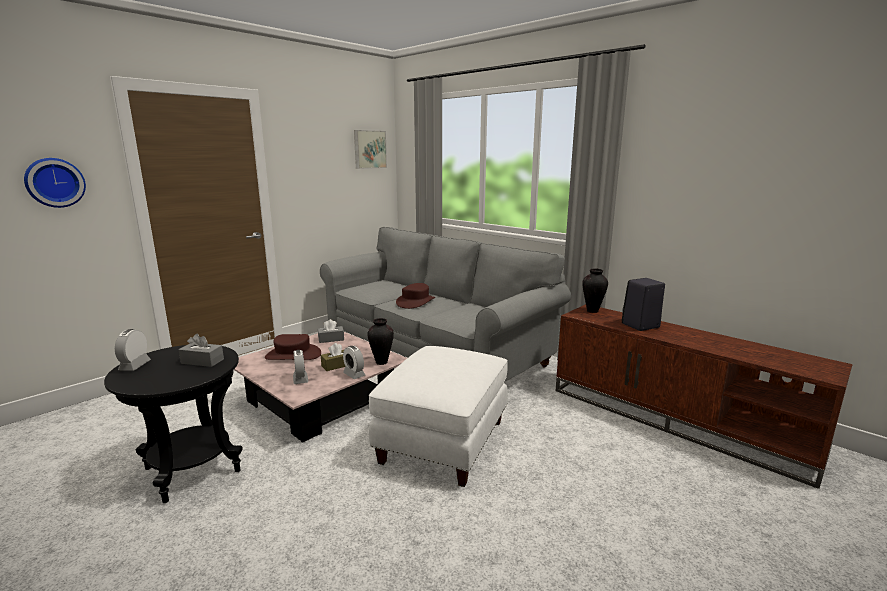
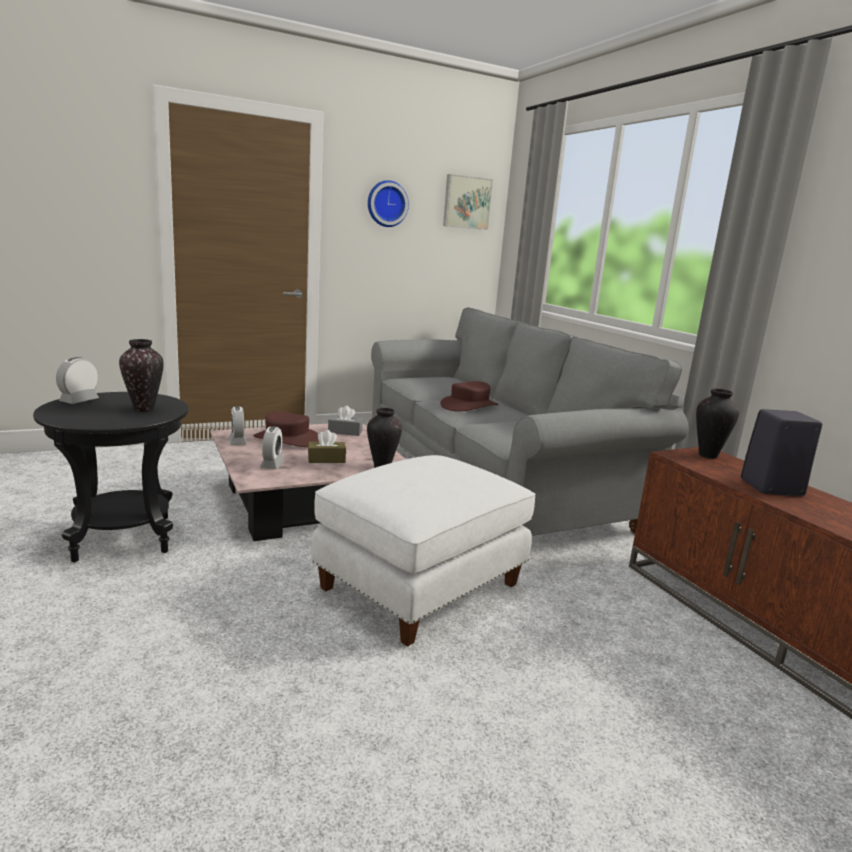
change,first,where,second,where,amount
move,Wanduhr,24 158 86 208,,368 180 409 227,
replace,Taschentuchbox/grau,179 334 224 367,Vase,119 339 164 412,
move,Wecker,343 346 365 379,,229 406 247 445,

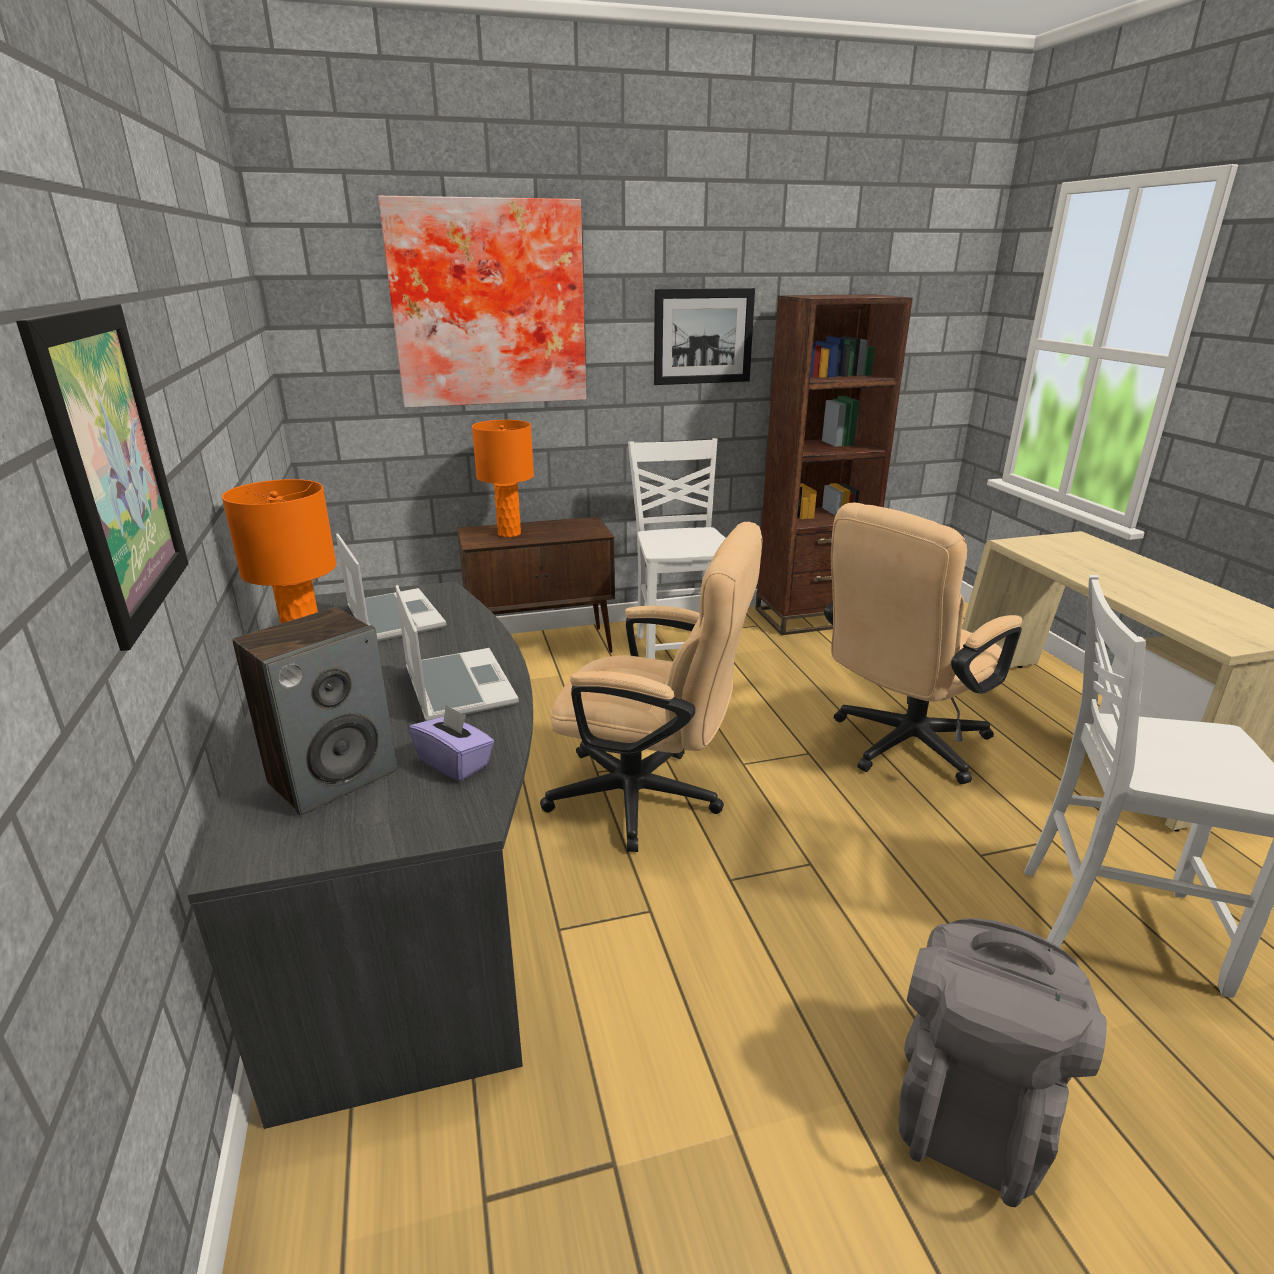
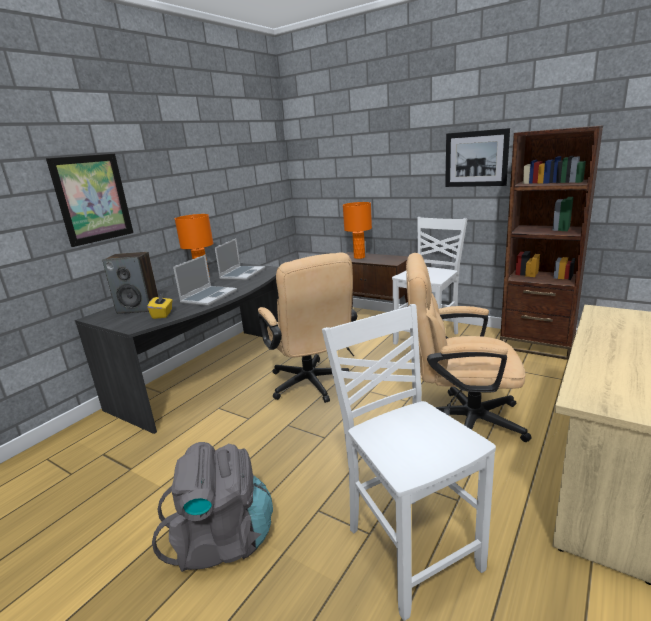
change,first,where,second,where,amount
delete,Bild,378 196 586 408,,,
recolor,Taschentuchbox/lila,409 704 494 781,Taschentuchbox/gelb,147 293 173 319,

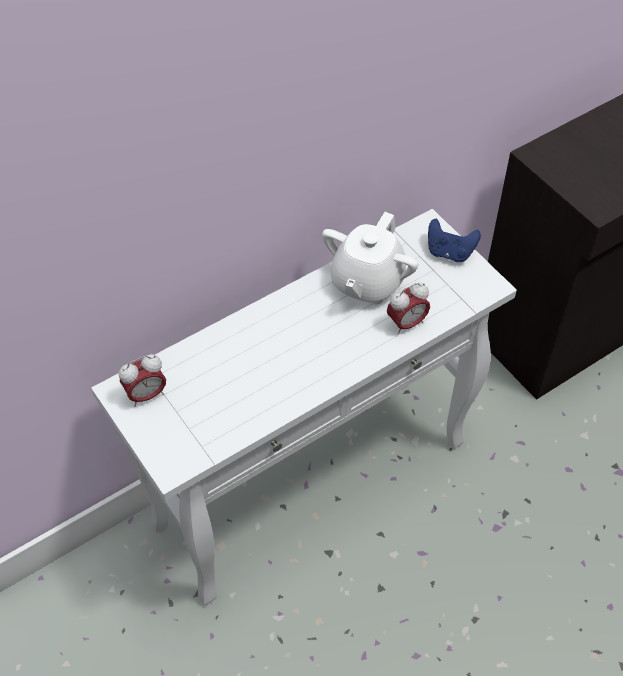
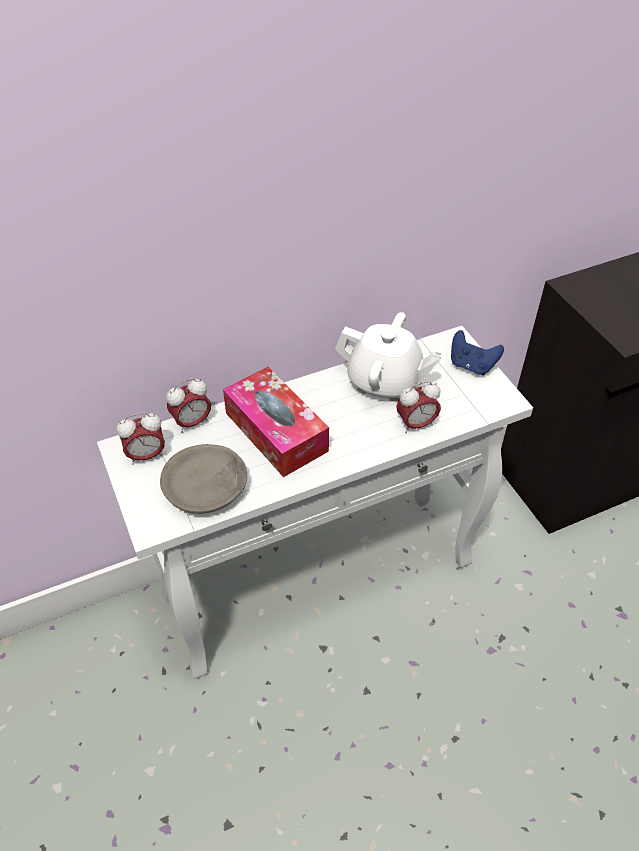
change,first,where,second,where,amount
rotate,Teekanne/weiß,322 212 418 305,,335 312 443 402,105 degrees counterclockwise
insert,,,Taschentuchbox,223 367 329 477,
insert,,,Wecker,166 378 211 433,
insert,,,Schüssel/grau,160 444 247 514,

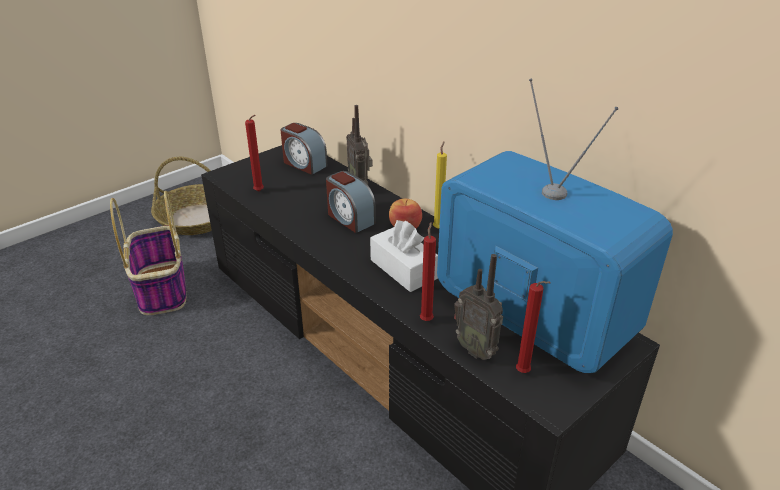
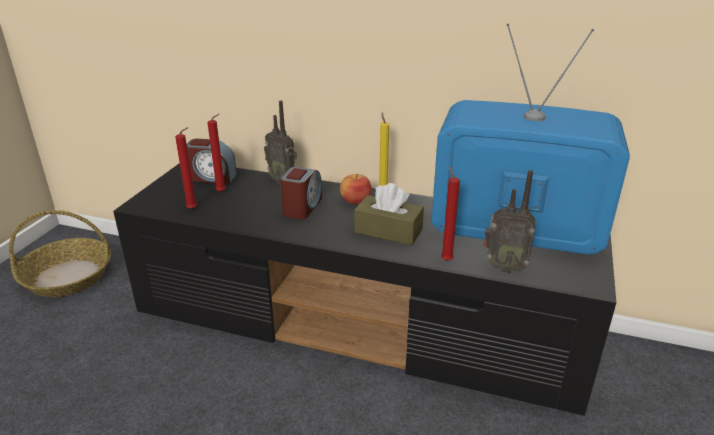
change,first,where,second,where,amount
rotate,Wecker,326 171 376 233,,280 167 322 219,90 degrees counterclockwise
delete,Korb,110 191 186 315,,,
recolor,Taschentuchbox/weiß,370 220 438 292,Taschentuchbox/braun,354 183 424 245,
move,Kerze/rot,516 281 551 373,,207 114 226 192,

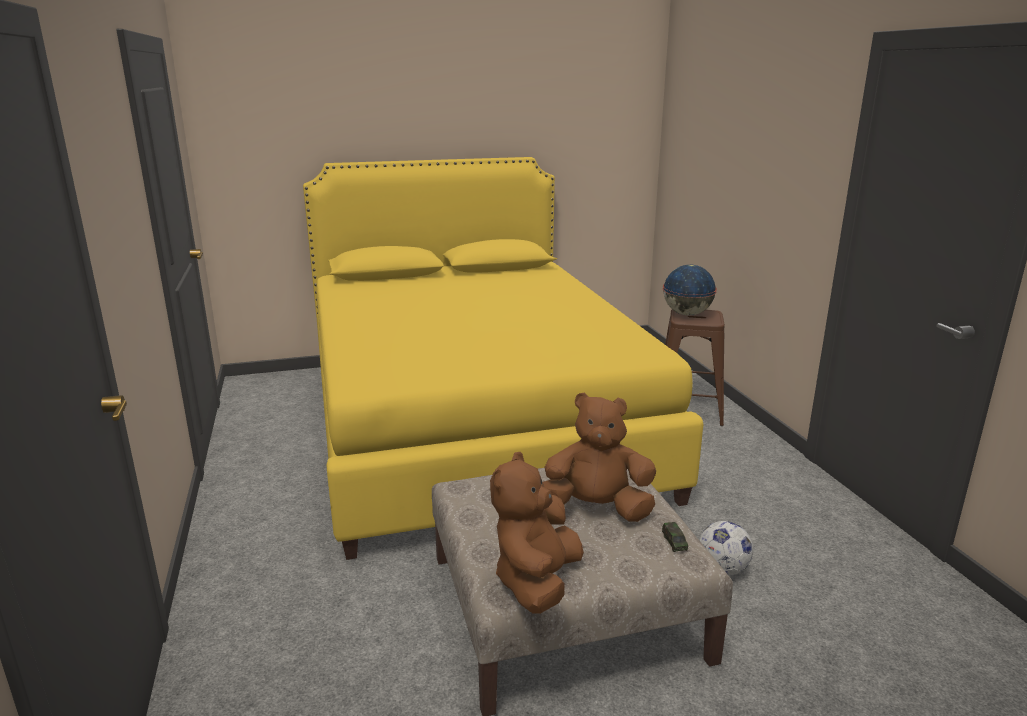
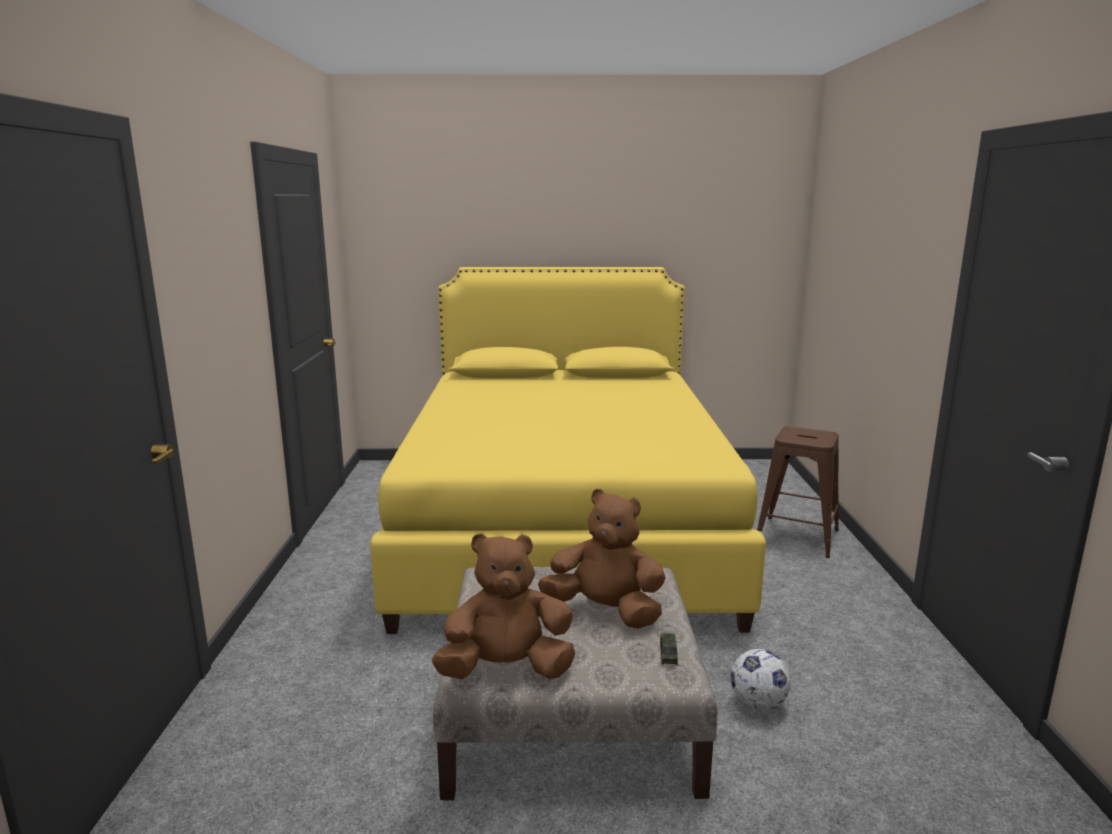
change,first,where,second,where,amount
delete,Globus,663 265 717 315,,,
rotate,Plüschtier/braun,490 452 584 614,,432 533 575 679,45 degrees clockwise

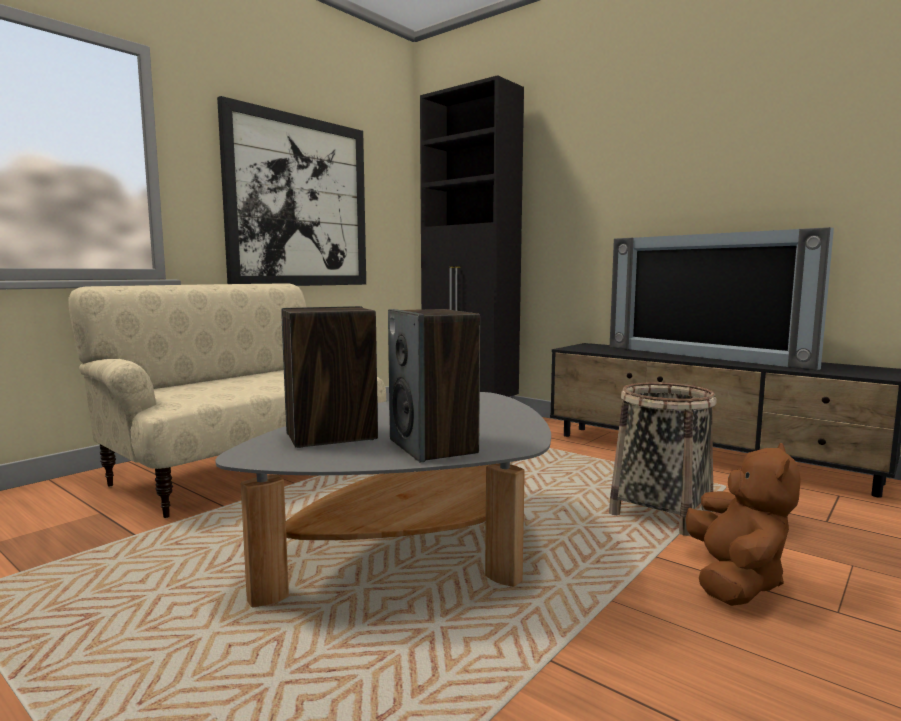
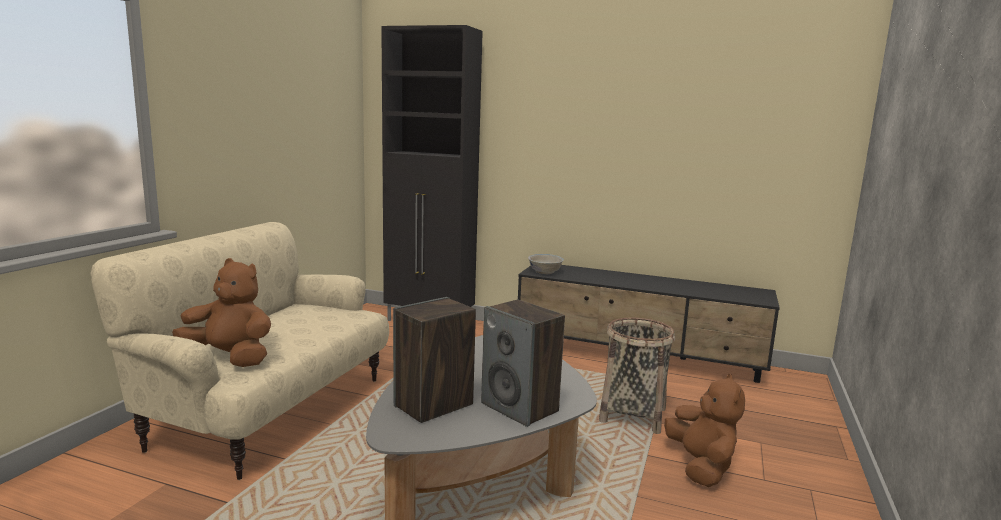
change,first,where,second,where,amount
delete,Bild,217 96 366 286,,,
delete,Fernseher,610 227 834 370,,,
insert,,,Schüssel/weiß,528 254 564 274,
insert,,,Plüschtier/braun,172 258 271 367,

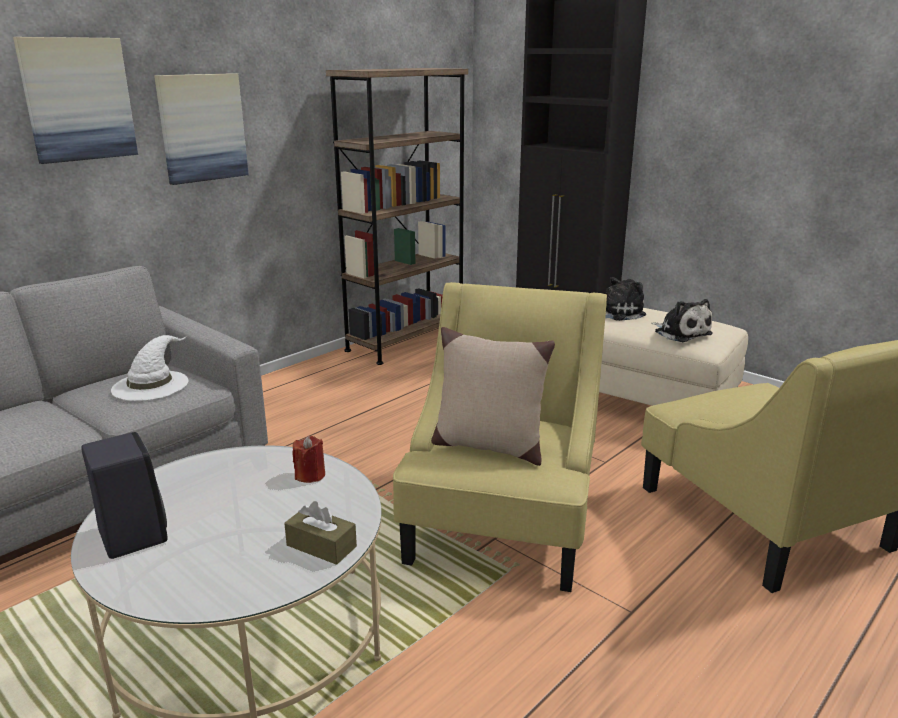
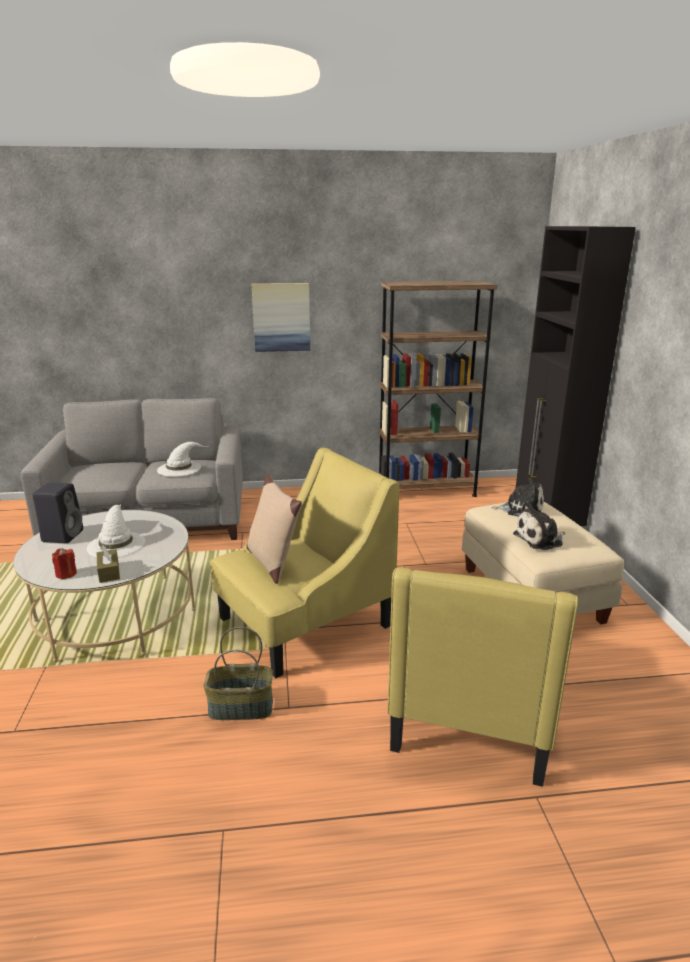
change,first,where,second,where,amount
delete,Bild,13 37 138 164,,,
rotate,Plüschtier,651 299 713 342,,513 502 565 550,60 degrees clockwise
move,Kerze/rot,292 436 325 483,,52 548 77 579,
insert,,,Hut/weiß,87 504 145 557,
insert,,,Korb,204 627 273 720,

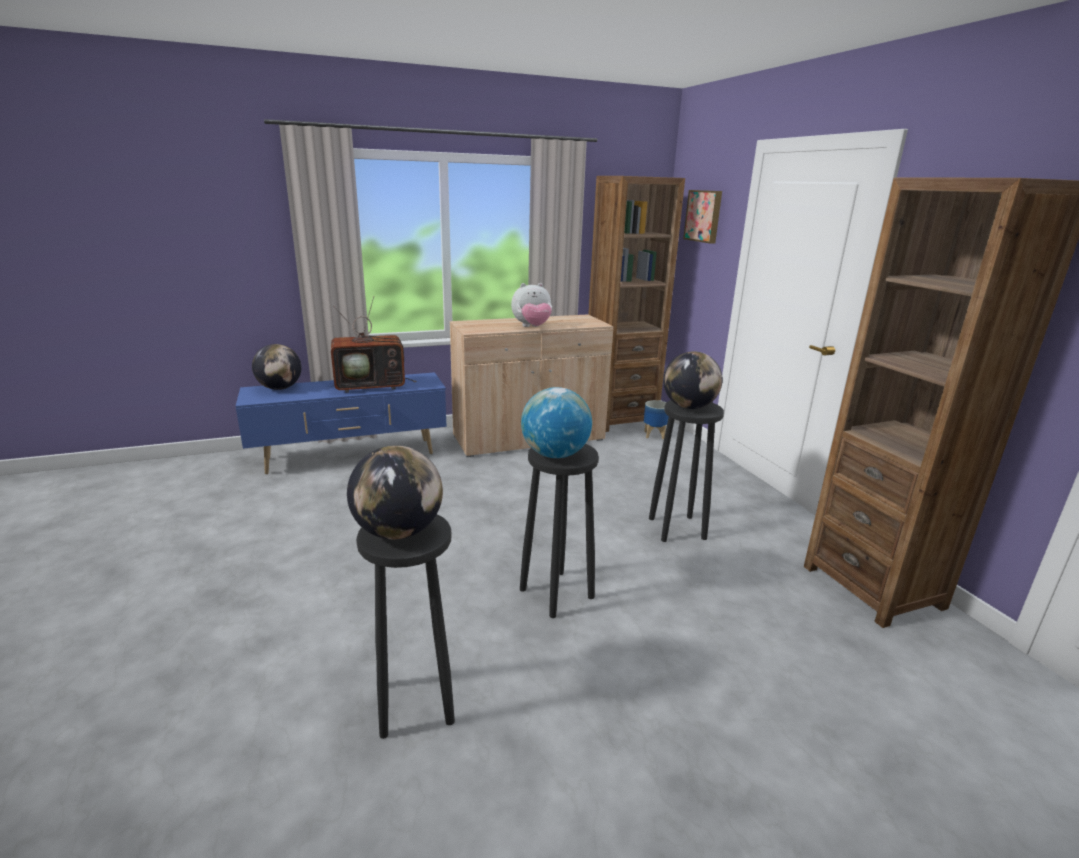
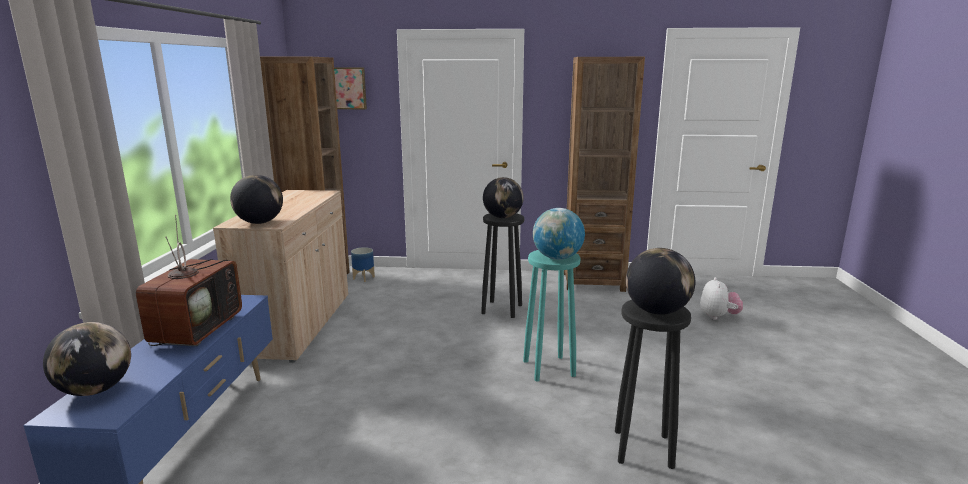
change,first,where,second,where,amount
move,Plüschtier,511 283 552 327,,700 277 743 320,
recolor,Hocker/schwarz,520 444 599 618,Hocker/türkis,523 250 580 382,
insert,,,Globus,230 175 283 224,

